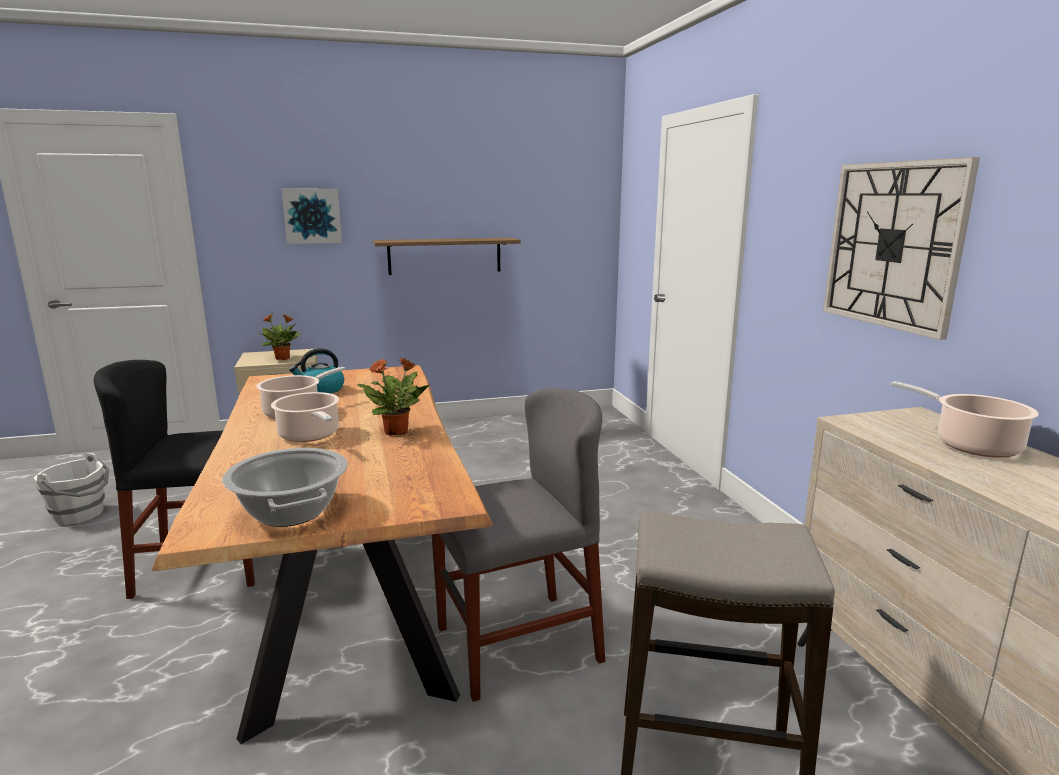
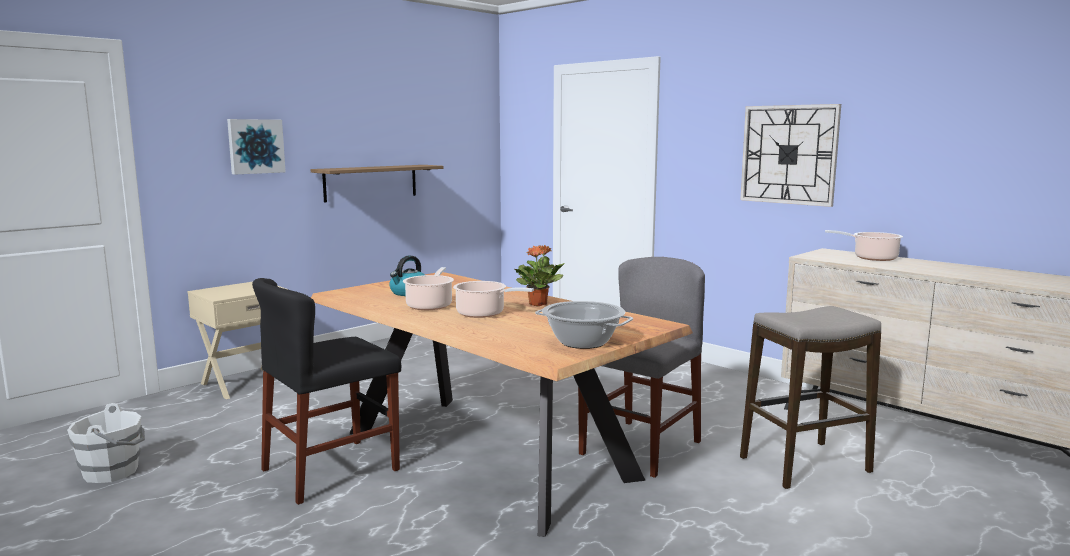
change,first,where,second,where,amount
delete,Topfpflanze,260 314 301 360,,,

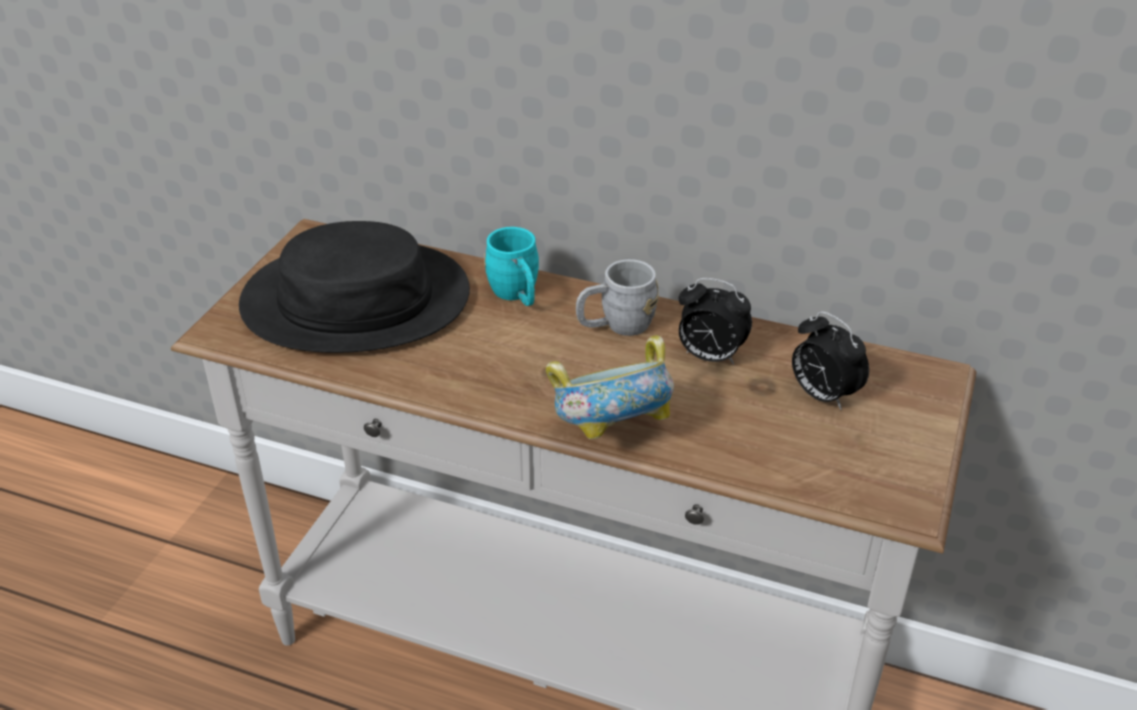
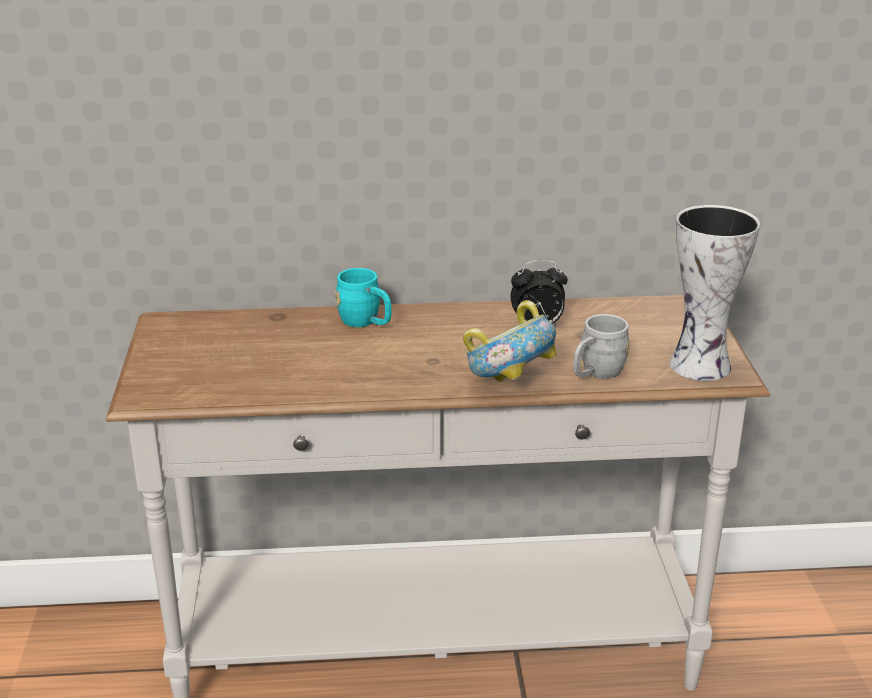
change,first,where,second,where,amount
delete,Hut/schwarz,239 221 470 353,,,
move,Henkelbecher/grau,576 259 659 336,,573 314 630 379,
delete,Wecker,792 311 869 410,,,
insert,,,Vase,670 205 760 381,

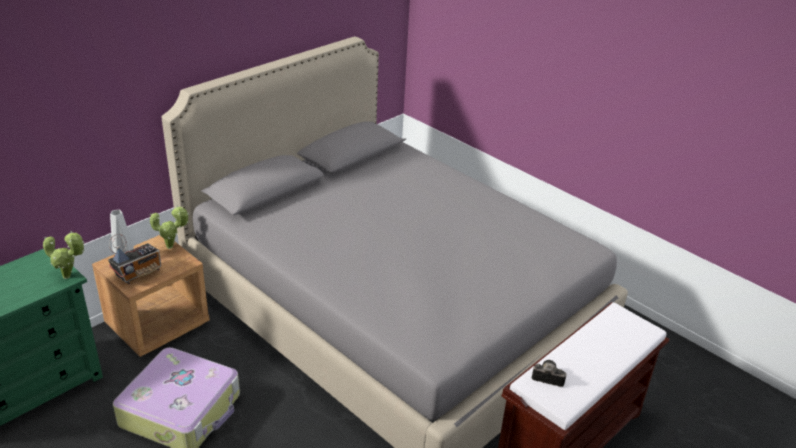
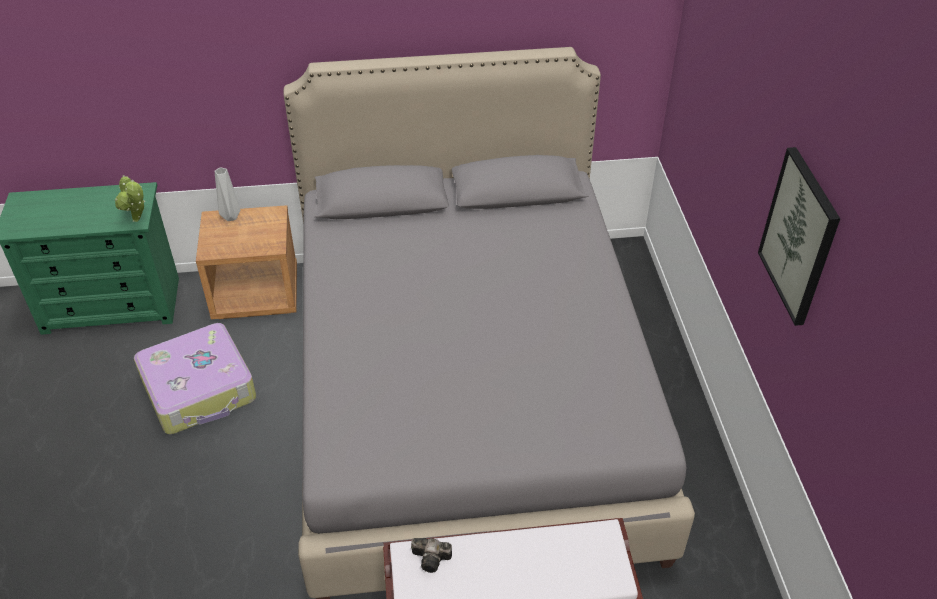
change,first,where,second,where,amount
delete,Topfpflanze,150 205 189 249,,,
delete,Radio,108 234 161 284,,,
rotate,Kamera,532 360 566 387,,411 538 452 573,135 degrees clockwise
insert,,,Bild,758 147 840 326,

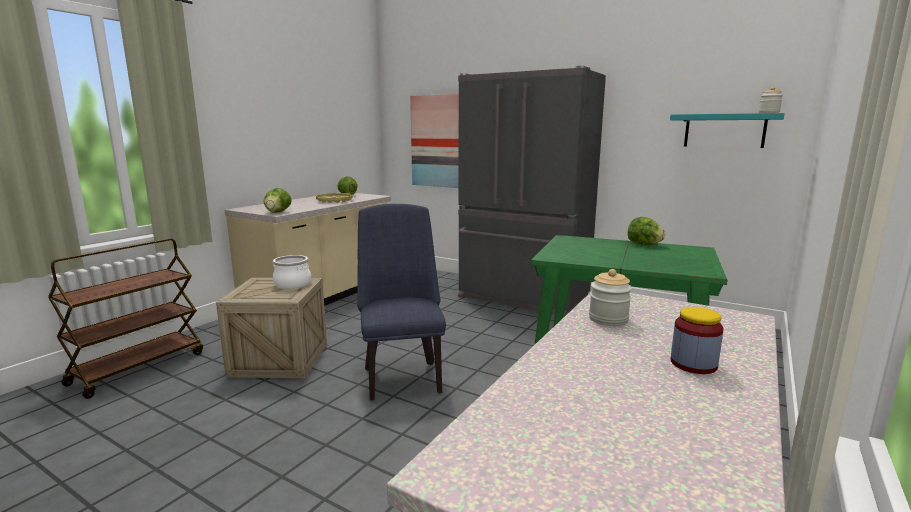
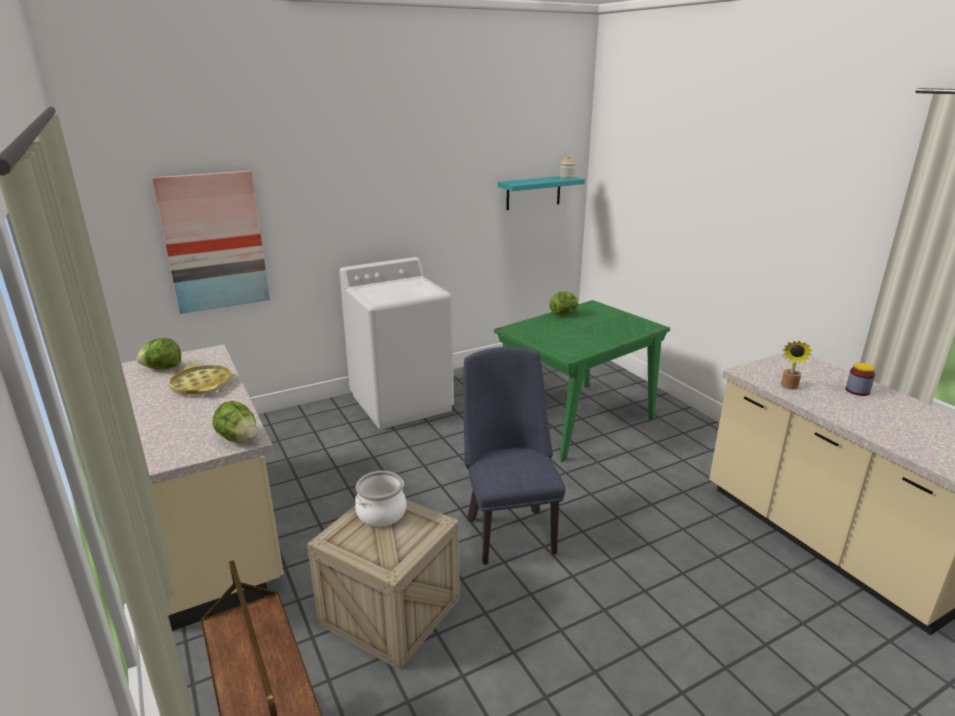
change,first,where,second,where,amount
replace,Kühlschrank/grau,458 66 606 318,Waschmaschine/weiß,339 257 454 429,
rotate,Stuhl/blau,357 204 446 401,,463 347 565 565,60 degrees clockwise
replace,Vorratsglas,589 269 632 326,Topfpflanze,781 341 813 389,

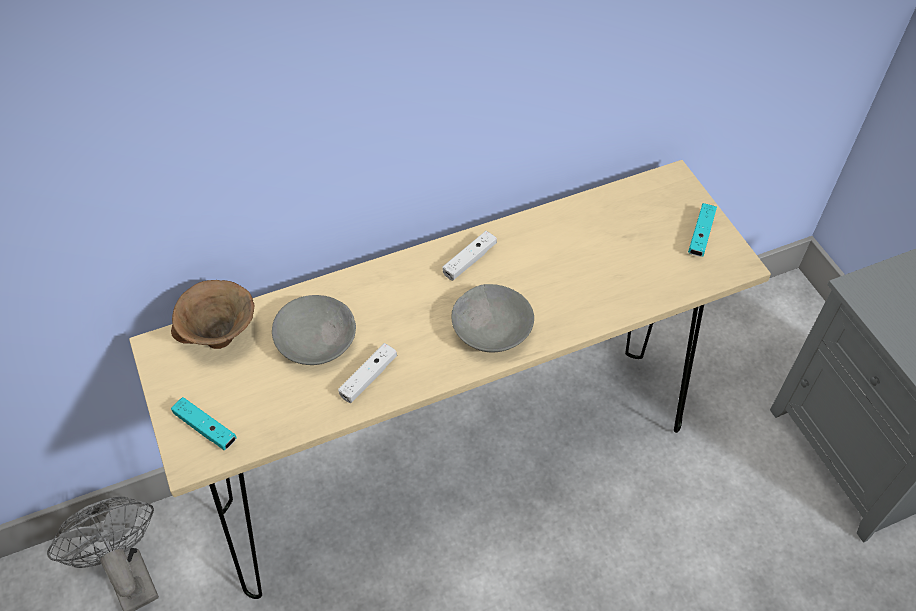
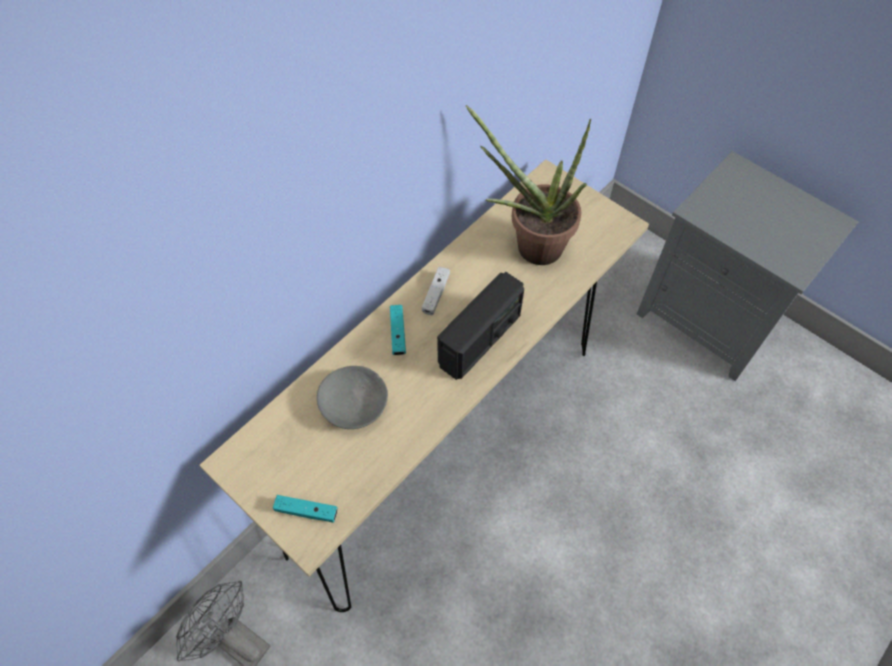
change,first,where,second,where,amount
move,Gamepad/türkis,688 203 717 257,,390 305 406 355,
delete,Schüssel/braun,171 280 254 349,,,
replace,Schüssel/grau,451 284 534 353,Radio,437 272 524 380,
delete,Gamepad/weiß,338 343 397 403,,,
insert,,,Topfpflanze,466 105 591 265,

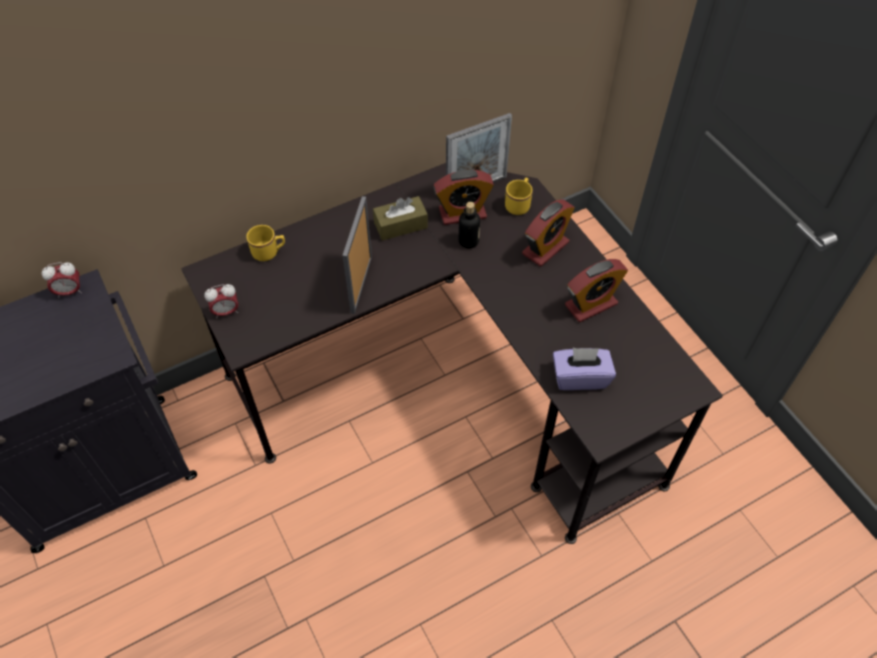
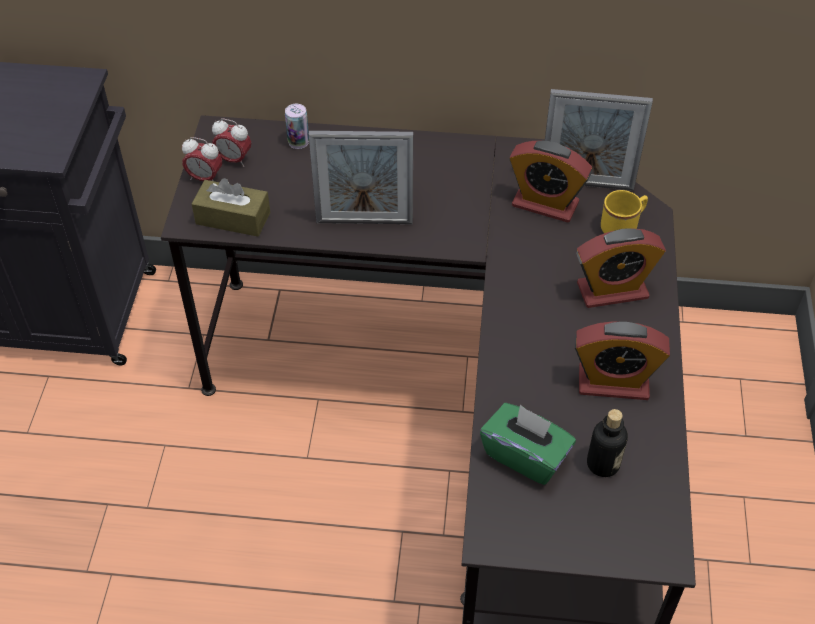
change,first,where,second,where,amount
rotate,Bilderrahmen,342 196 372 314,,308 131 413 224,135 degrees counterclockwise
move,Taschentuchbox/braun,373 196 428 241,,192 178 270 237,
move,Flasche,459 202 480 249,,587 409 628 477,
replace,Henkelbecher/gelb,246 225 285 261,Dose,285 104 309 149,
move,Wecker,41 262 82 298,,212 118 251 167,
recolor,Taschentuchbox/lila,553 348 616 390,Taschentuchbox/grün,480 403 576 485,

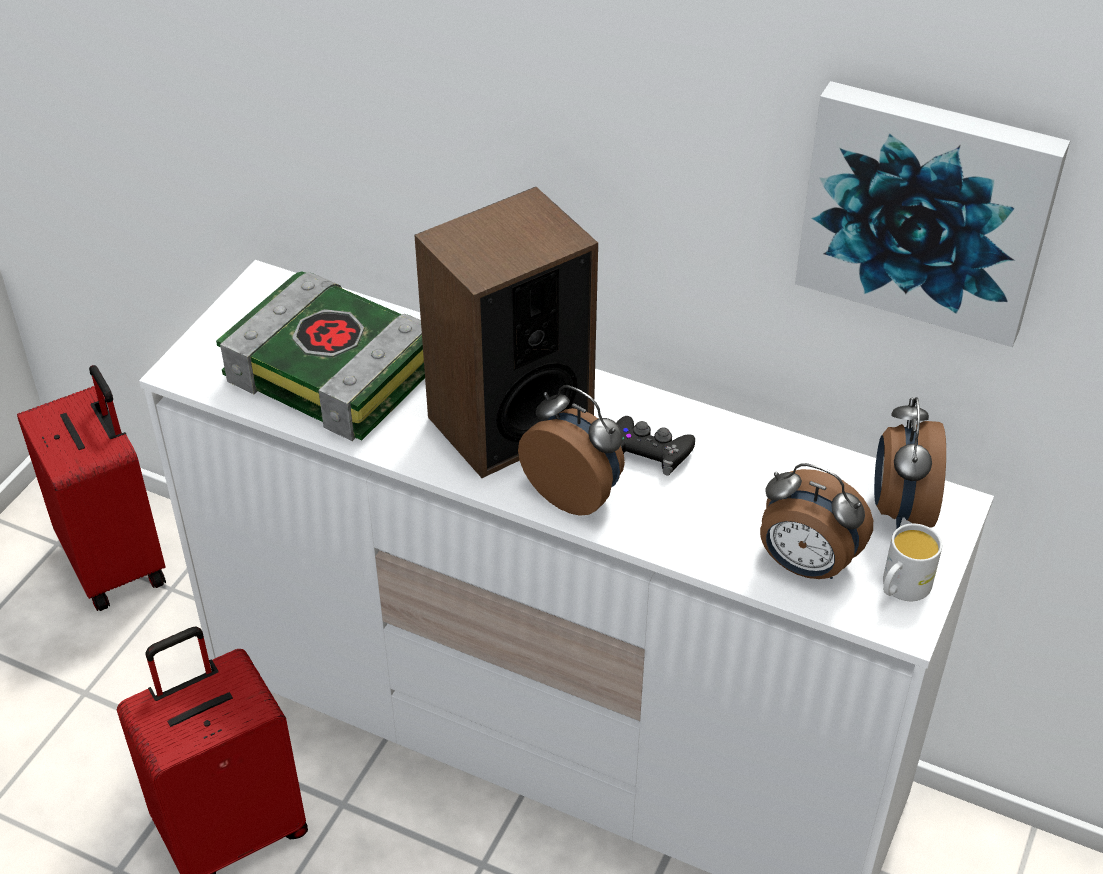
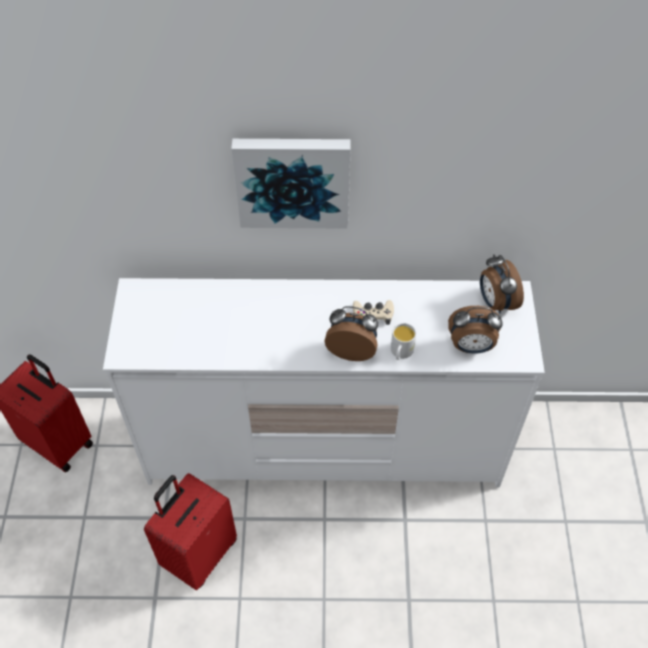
change,first,where,second,where,amount
move,Bild,795 81 1070 347,,231 139 350 229,
delete,Lautsprecher,415 187 598 478,,,
delete,Buch,216 272 425 441,,,
recolor,Gamepad/schwarz,616 416 695 476,Gamepad/beige,353 300 394 325,
move,Henkelbecher/weiß,883 524 942 601,,391 323 416 360,

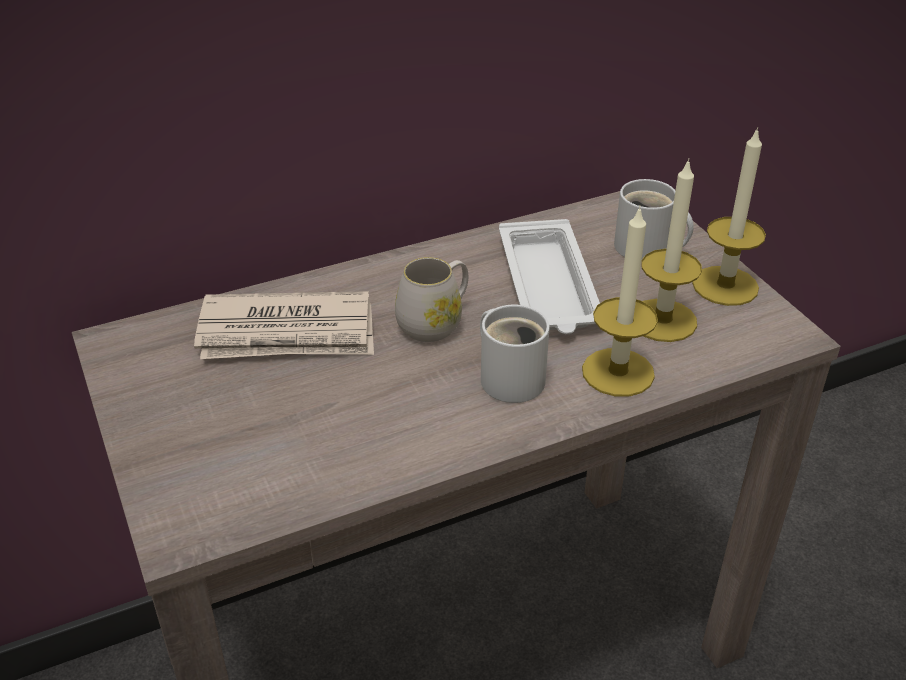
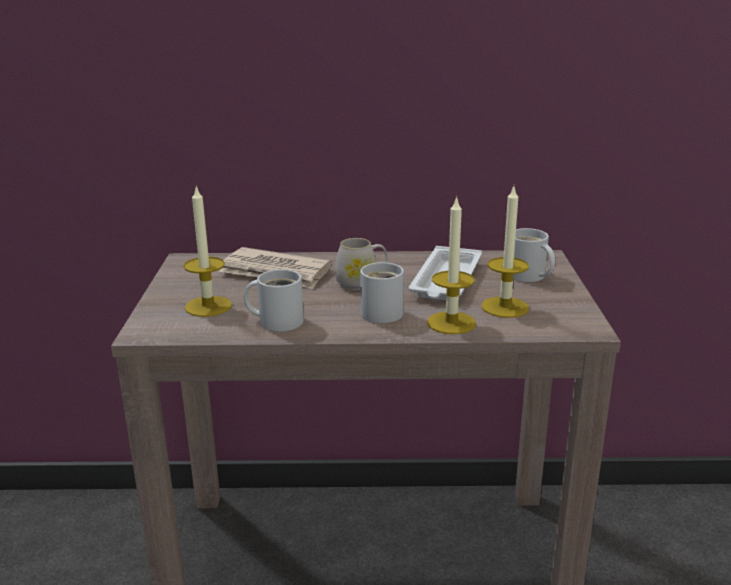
change,first,where,second,where,amount
move,Kerze,692 127 766 306,,183 185 232 317,
insert,,,Henkelbecher/weiß,244 269 303 332,

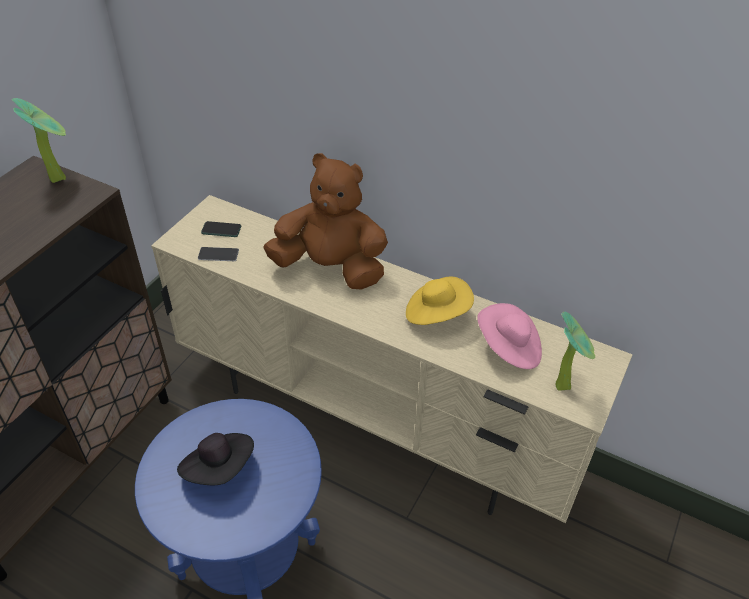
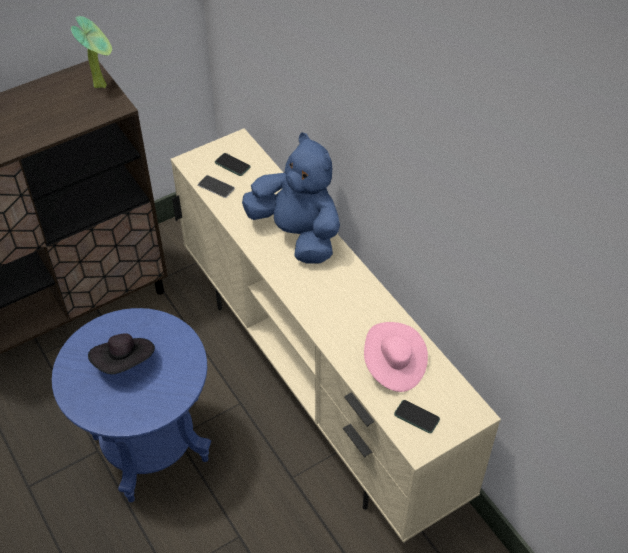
change,first,where,second,where,amount
recolor,Plüschtier/braun,263 153 388 290,Plüschtier/blau,242 133 340 264,
delete,Hut/gelb,406 277 474 325,,,
replace,Topfpflanze,556 312 595 391,Handy,394 400 440 433,

